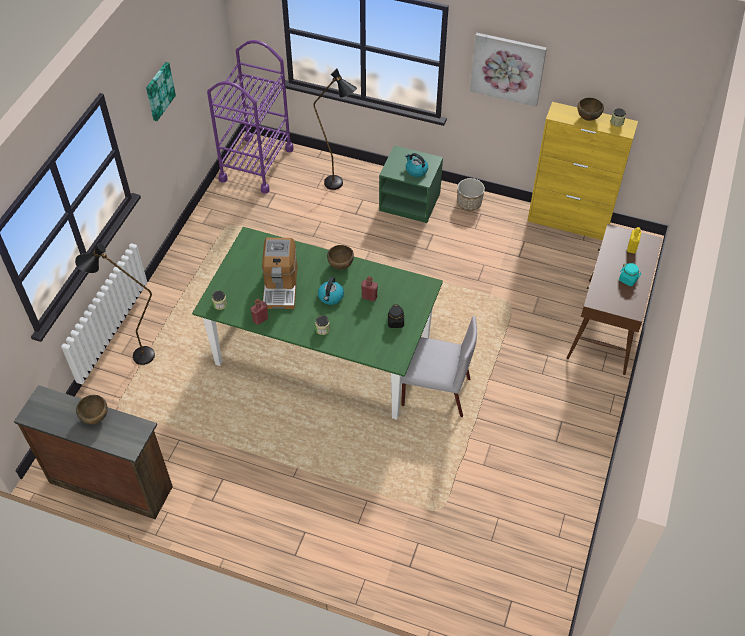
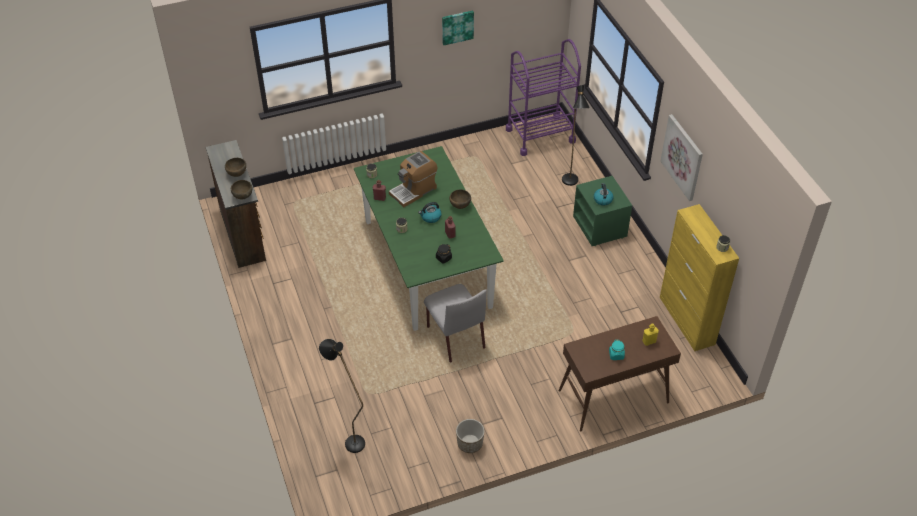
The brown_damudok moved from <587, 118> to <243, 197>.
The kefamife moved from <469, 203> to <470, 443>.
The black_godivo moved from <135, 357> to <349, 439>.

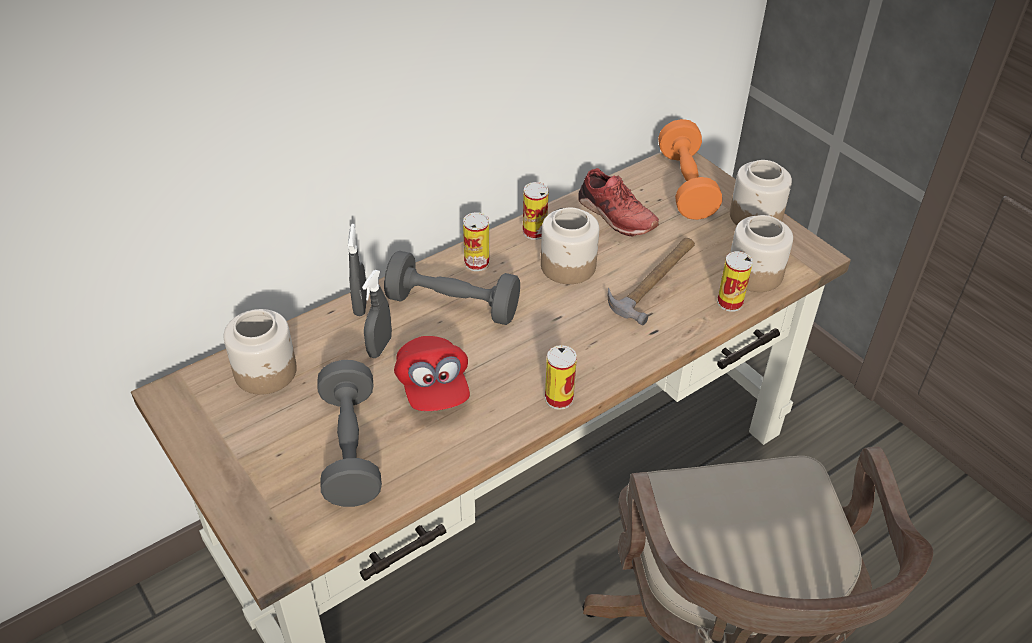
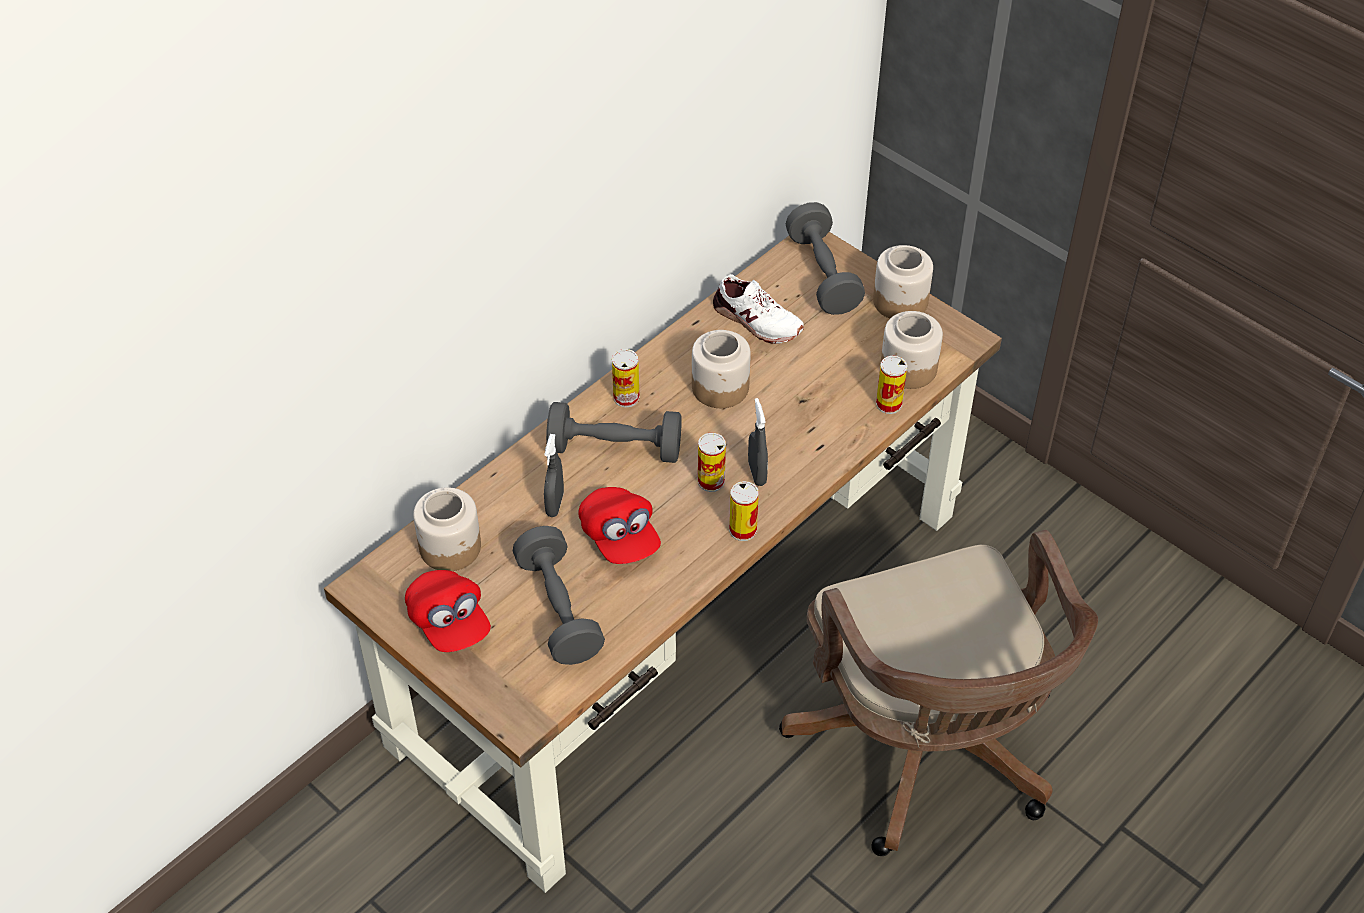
The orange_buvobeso at <686, 185> became the grey_buvobeso at <823, 274>.
The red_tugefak at <615, 215> became the white_tugefak at <756, 321>.
The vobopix moved from <534, 231> to <711, 481>.
The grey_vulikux moved from <360, 305> to <757, 473>.
The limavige at <655, 279> disappeared.
The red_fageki at <449, 623> appeared.

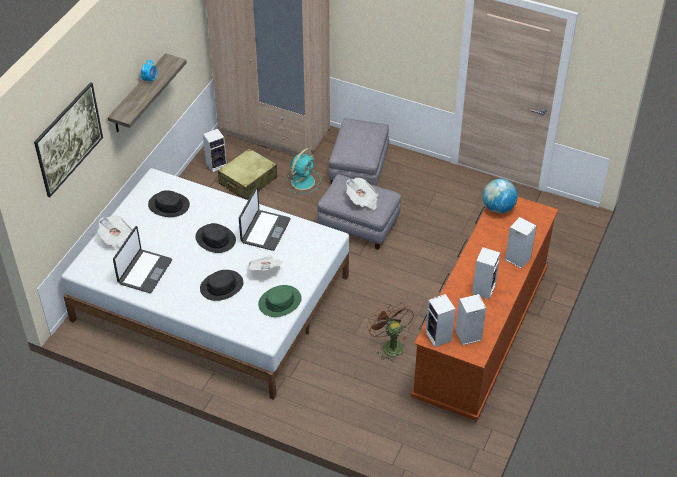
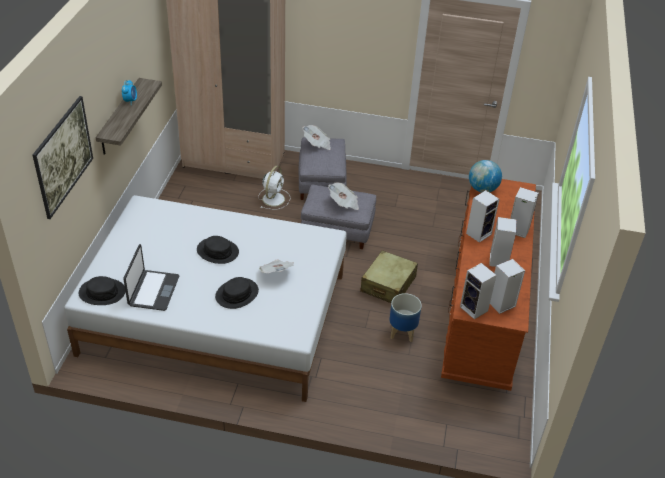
The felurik moved from <217, 164> to <479, 233>.
The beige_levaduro moved from <248, 181> to <388, 284>.
The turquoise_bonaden at <303, 181> became the white_bonaden at <274, 198>.
The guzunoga at <265, 231> disappeared.
The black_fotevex moved from <169, 205> to <102, 292>.
The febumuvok moved from <118, 239> to <317, 144>.
The green_fotevex at <279, 302> disappeared.
The brown_bonaden at <390, 345> was replaced by the kefamife at <402, 333>.

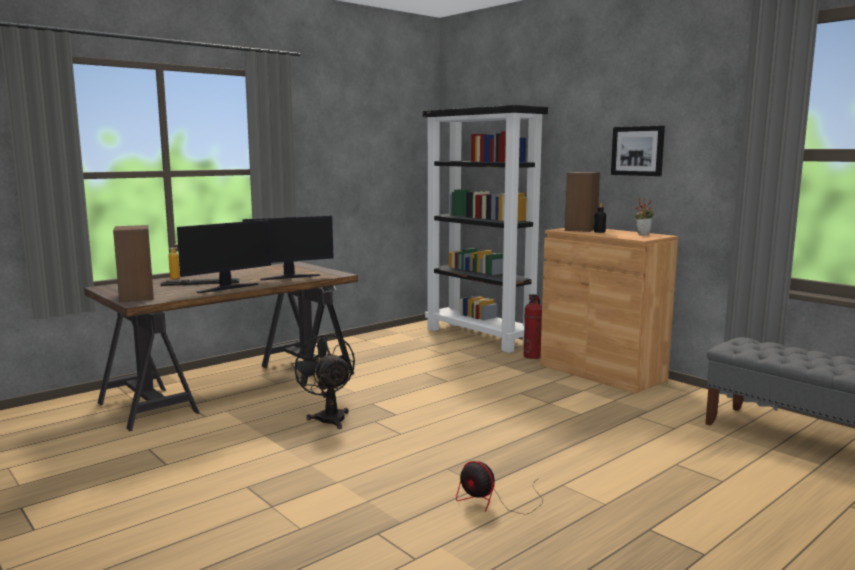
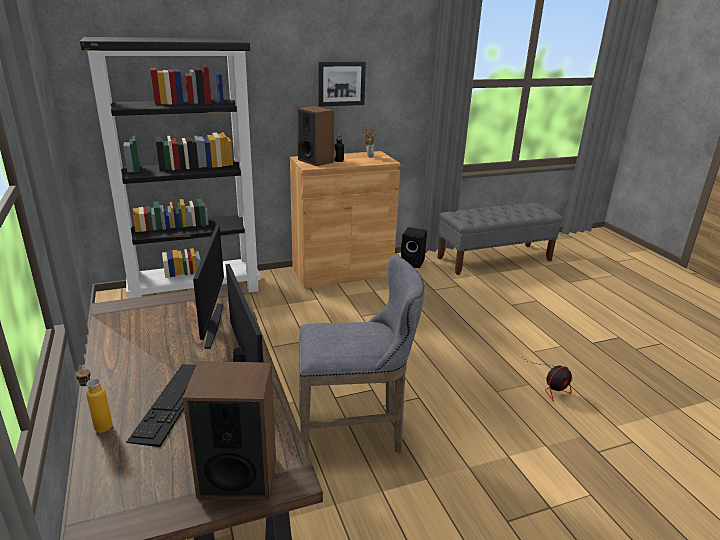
The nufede at <533, 356> disappeared.
The black_bonaden at <328, 417> was replaced by the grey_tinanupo at <355, 433>.
The black_felurik at <413, 262> appeared.

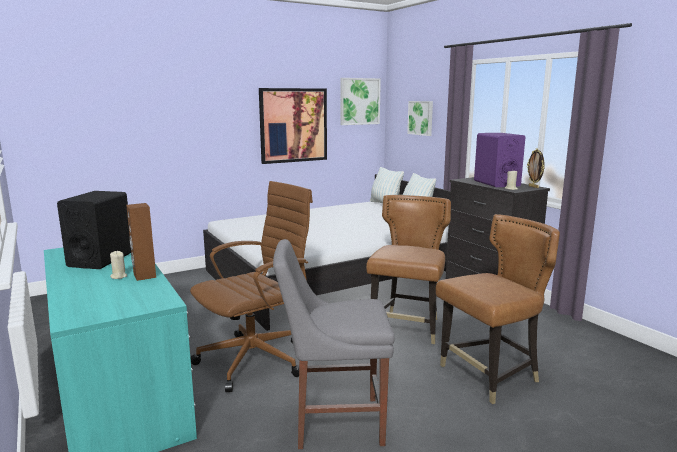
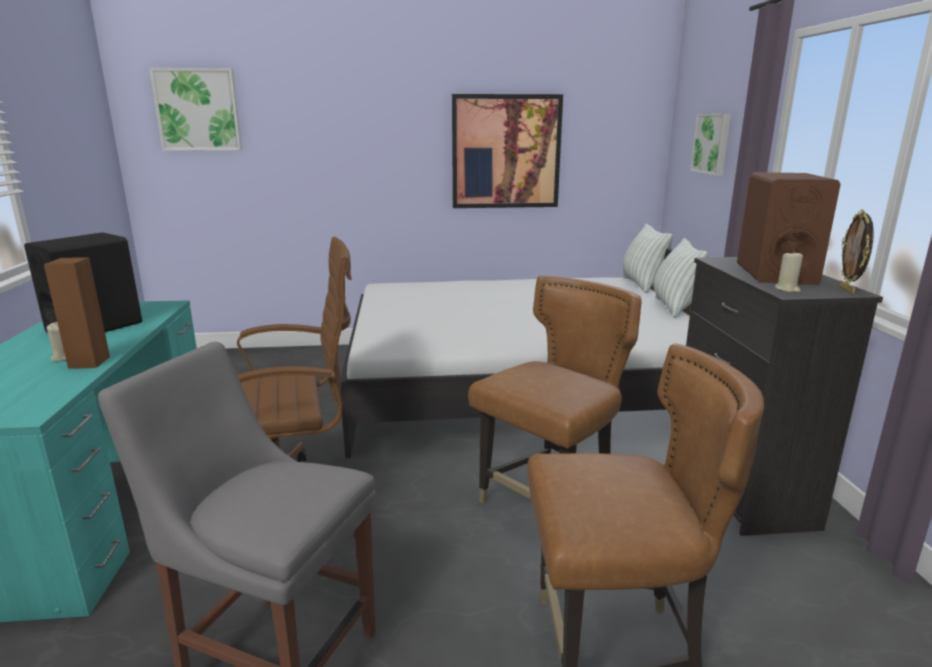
The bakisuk moved from <359, 101> to <198, 110>.
The purple_felurik at <496, 183> became the brown_felurik at <775, 274>.

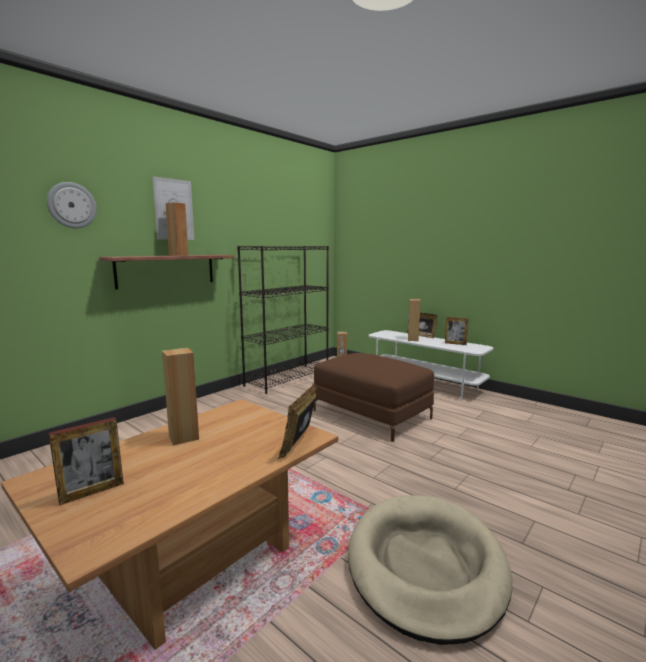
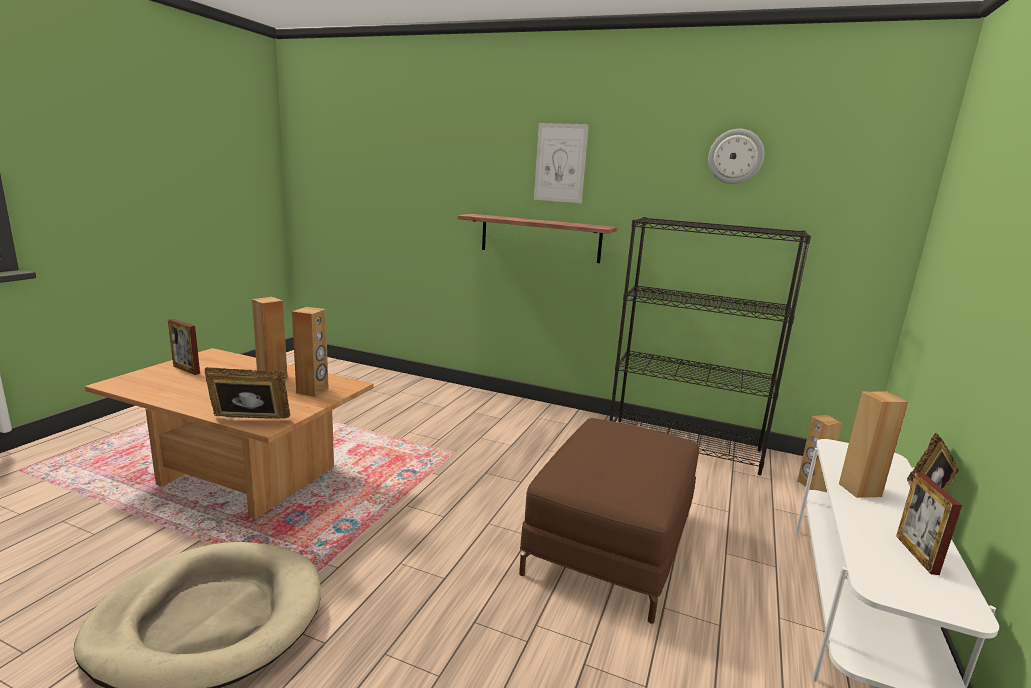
The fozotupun moved from <72, 205> to <735, 156>.
The brown_felurik moved from <179, 255> to <313, 391>.

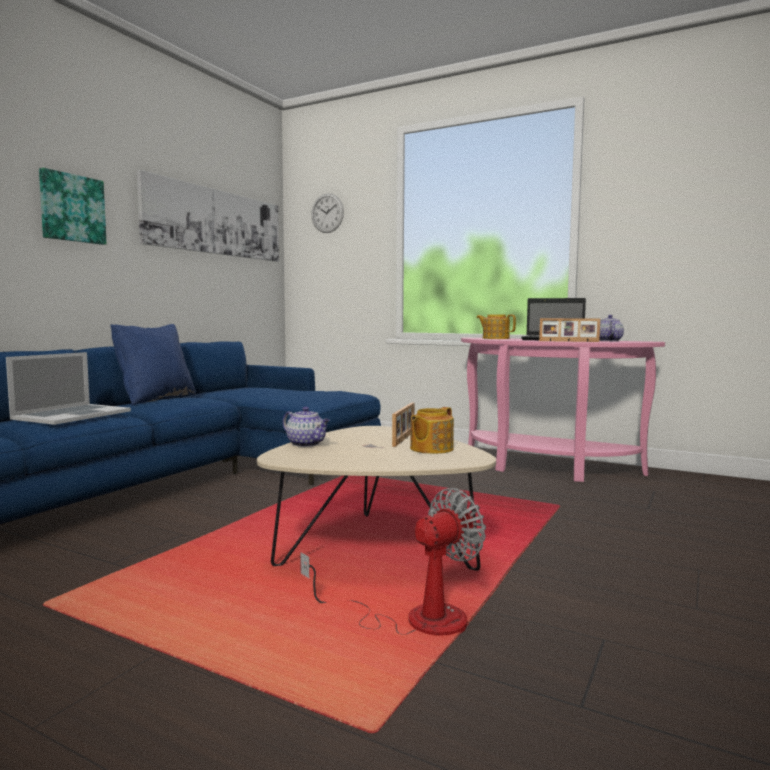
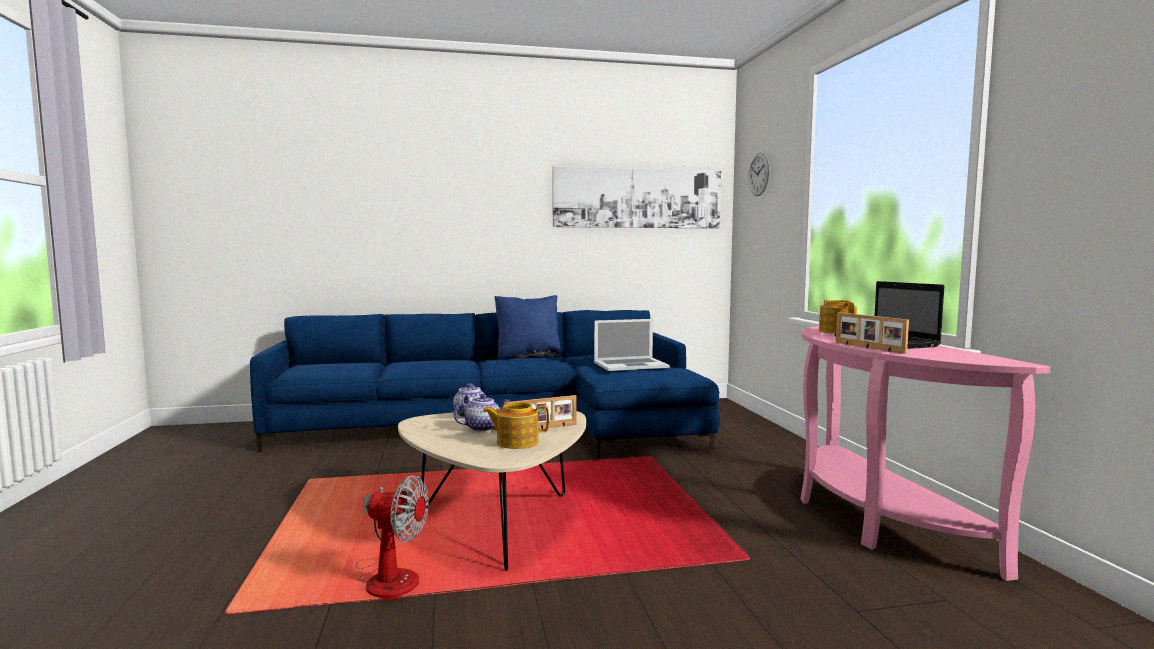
The bakisuk at <72, 208> disappeared.
The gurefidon moved from <608, 341> to <483, 428>.
The guzunoga moved from <72, 415> to <630, 365>.

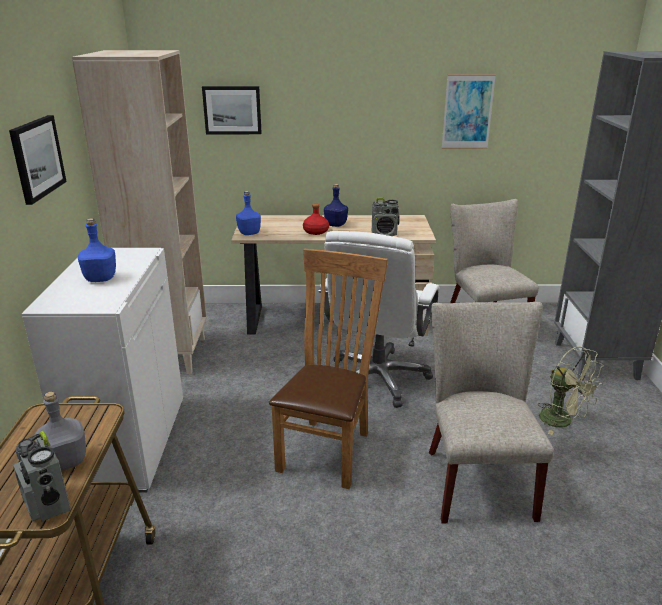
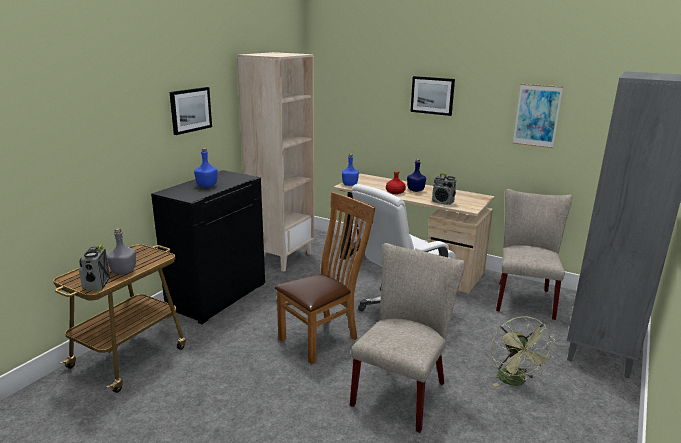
The bakisuk moved from <232, 110> to <432, 95>.
The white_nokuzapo at <129, 441> became the black_nokuzapo at <217, 296>.

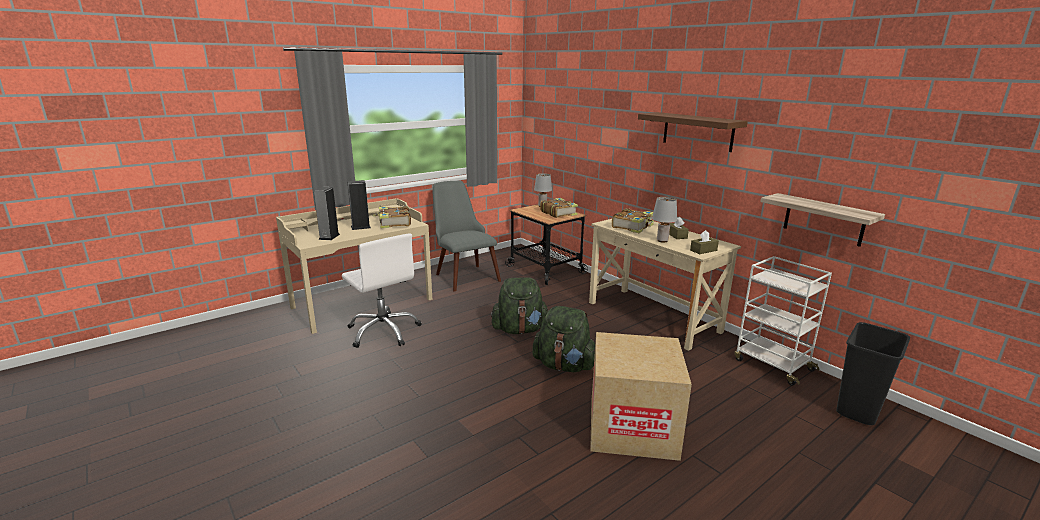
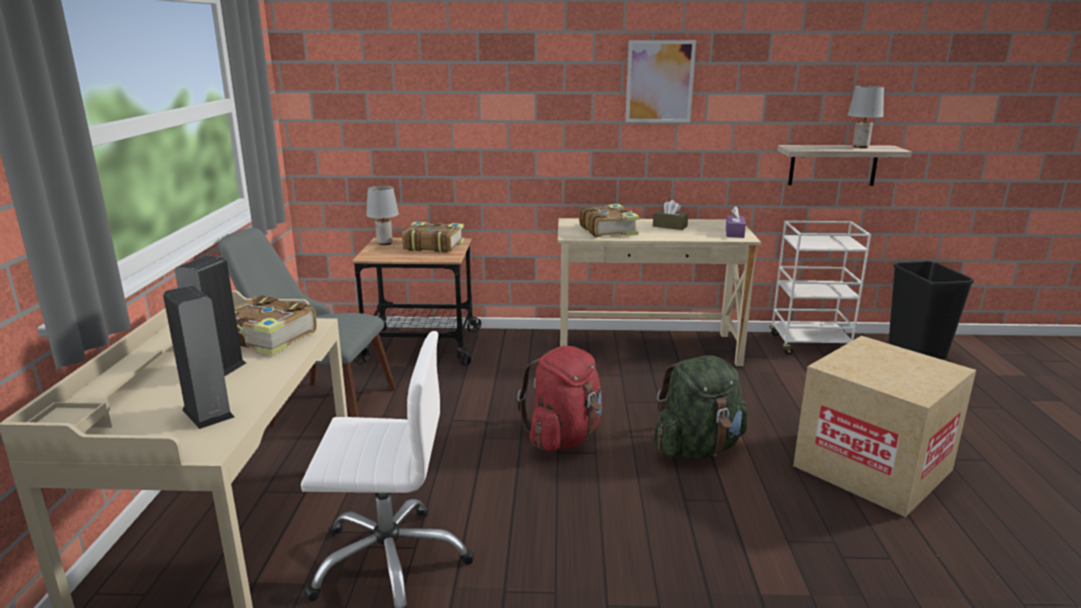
The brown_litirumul at <697, 131> was replaced by the bakisuk at <659, 82>.
The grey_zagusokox moved from <662, 241> to <861, 147>.
The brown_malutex at <703, 250> became the purple_malutex at <734, 233>.
The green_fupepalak at <520, 330> became the red_fupepalak at <564, 437>.

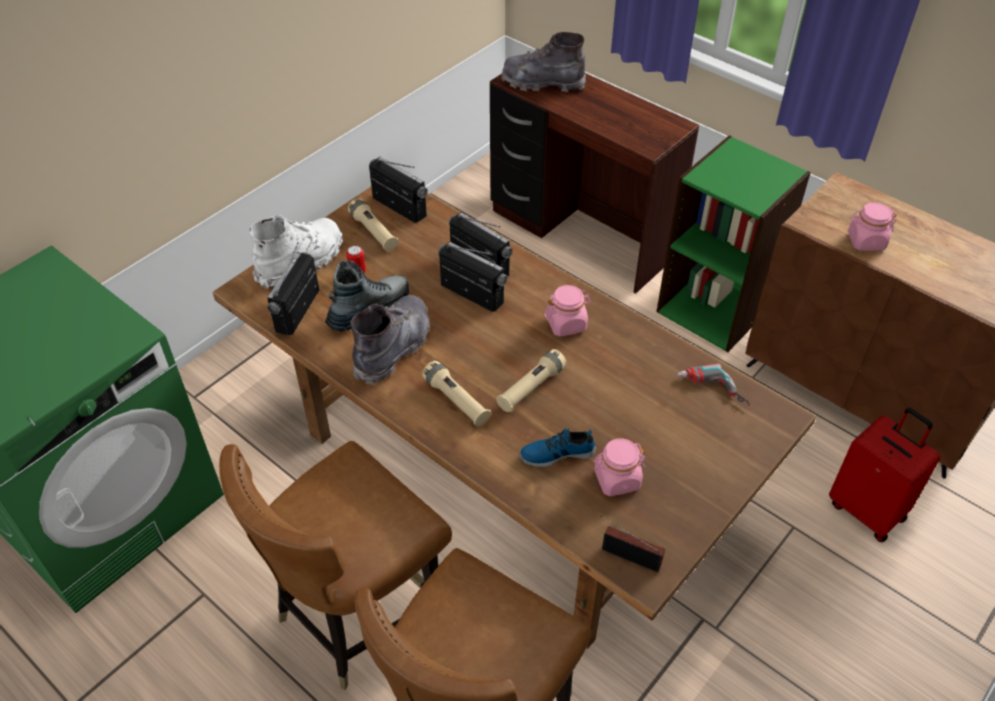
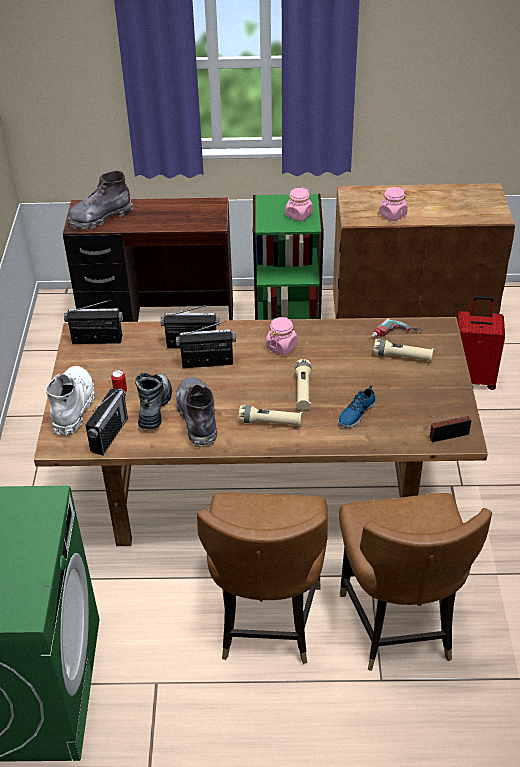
The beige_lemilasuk moved from <374, 232> to <402, 357>.
The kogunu at <298, 310> turned 135 degrees counterclockwise.
The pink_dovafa moved from <616, 479> to <299, 215>.

